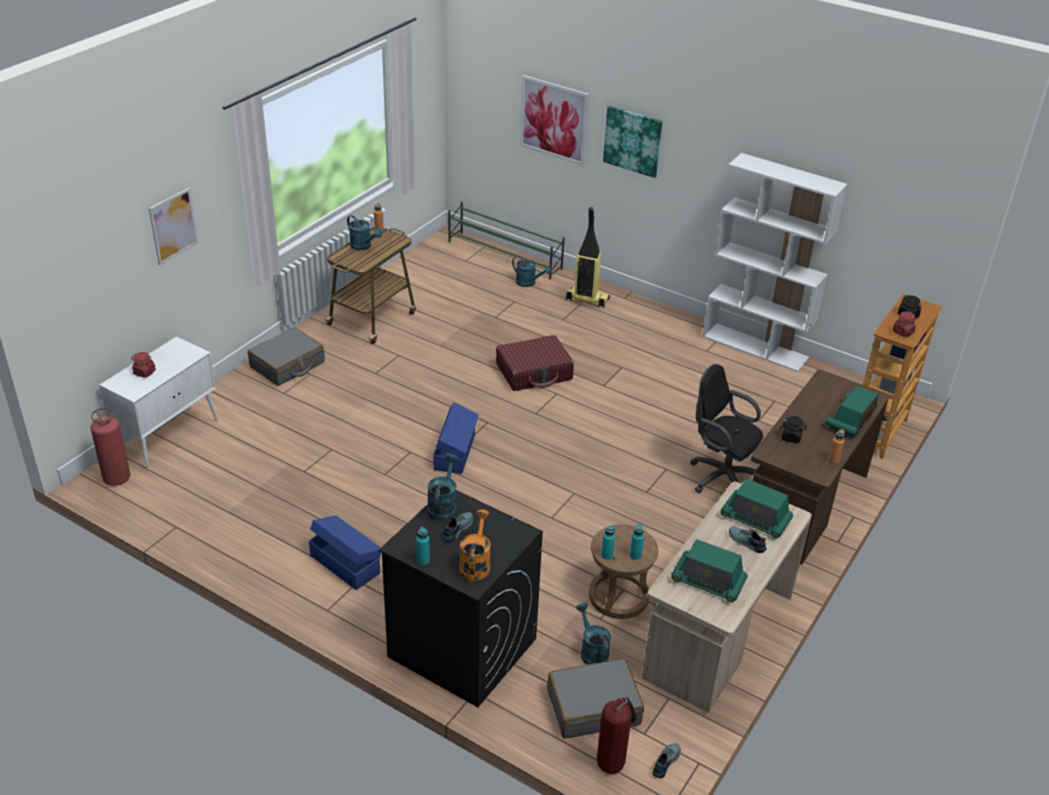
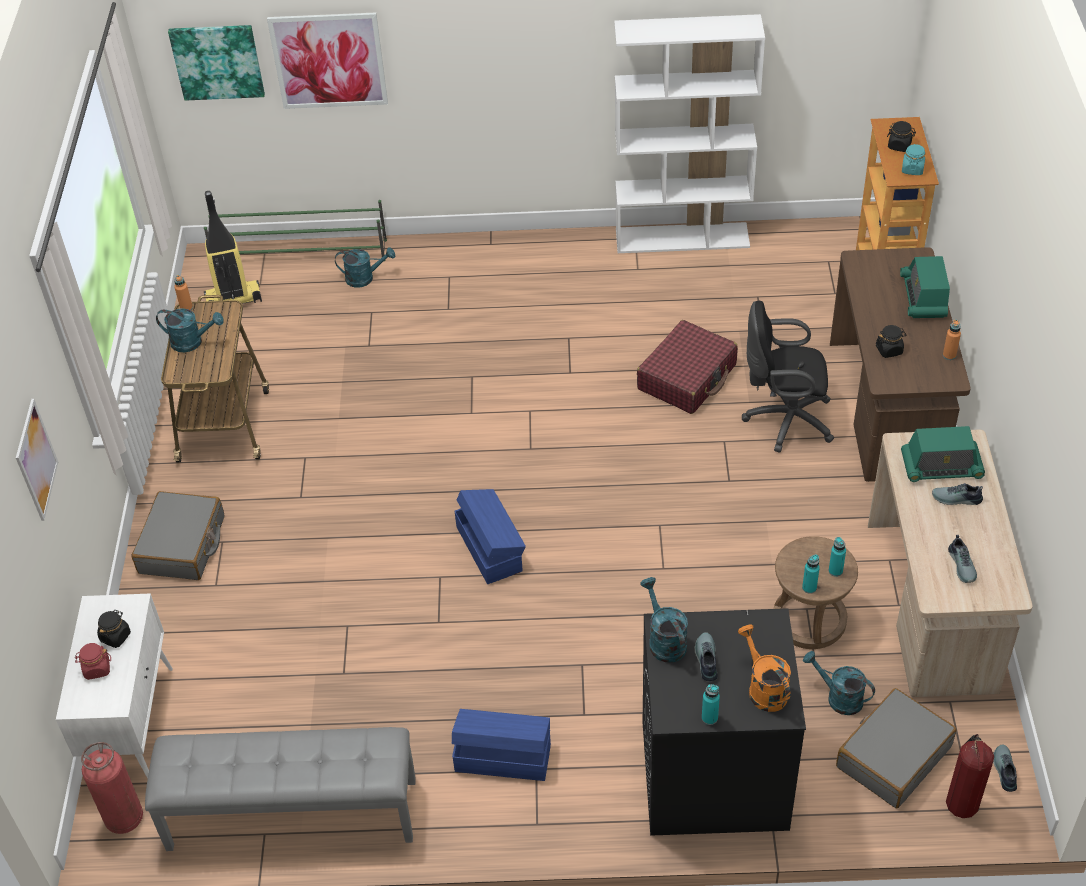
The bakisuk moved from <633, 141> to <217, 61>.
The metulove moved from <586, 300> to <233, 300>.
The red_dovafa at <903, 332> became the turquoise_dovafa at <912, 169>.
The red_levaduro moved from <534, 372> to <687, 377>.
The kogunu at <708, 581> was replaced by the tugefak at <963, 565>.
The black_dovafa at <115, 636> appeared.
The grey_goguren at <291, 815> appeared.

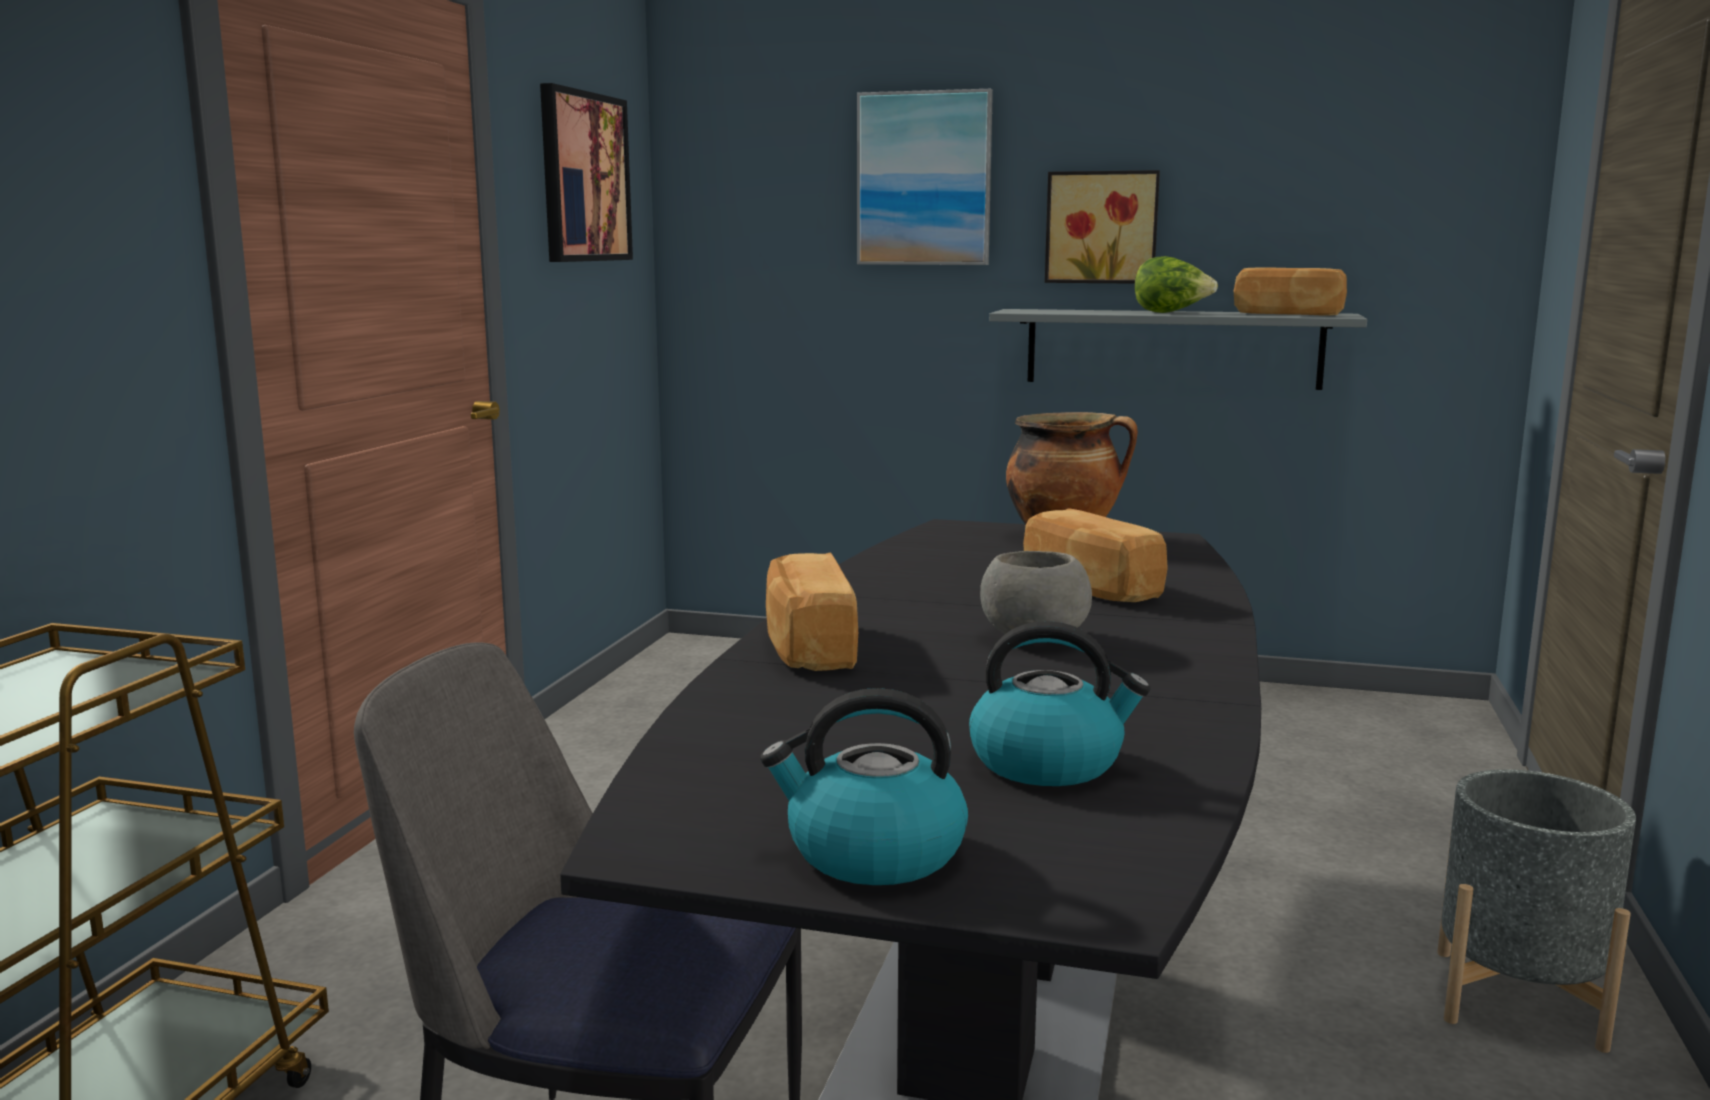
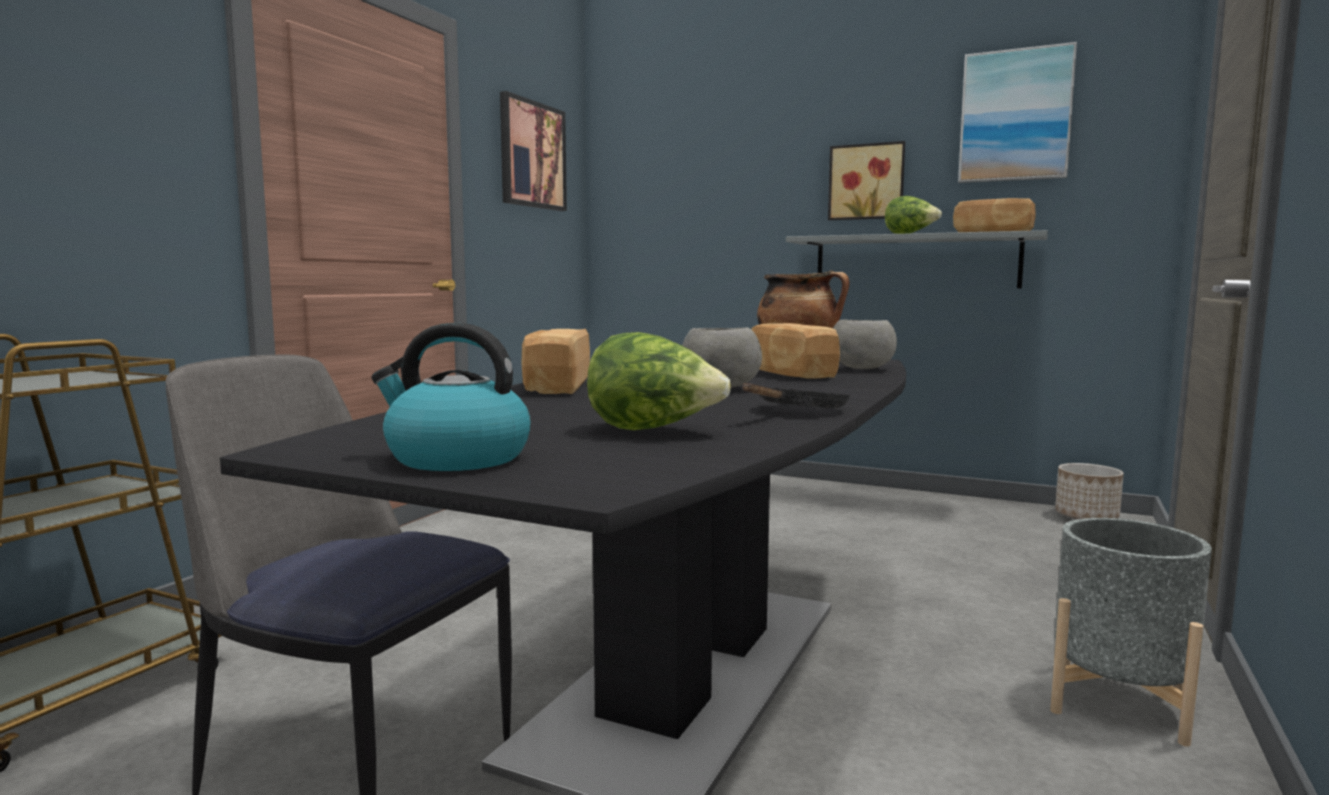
The bakisuk moved from <924, 179> to <1015, 116>.
The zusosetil at <1048, 762> was replaced by the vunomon at <653, 430>.
The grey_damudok at <861, 369> appeared.
The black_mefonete at <797, 411> appeared.
The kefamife at <1087, 517> appeared.

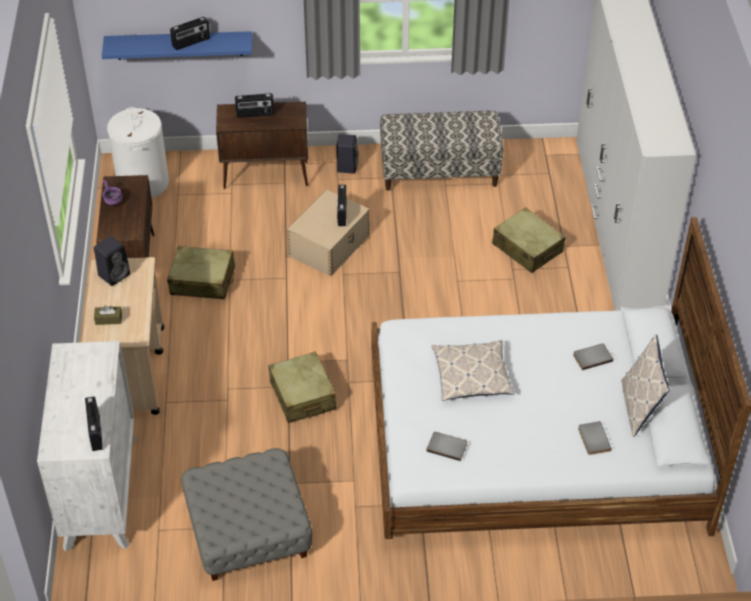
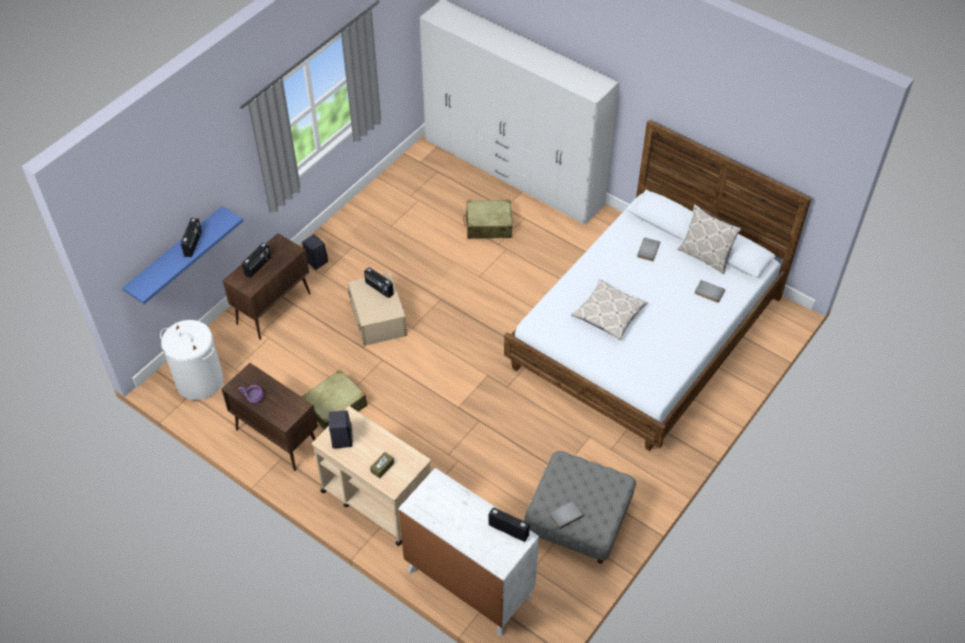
The goguren at <439, 172> disappeared.
The beige_levaduro at <302, 396> disappeared.
The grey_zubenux moved from <447, 446> to <565, 514>.

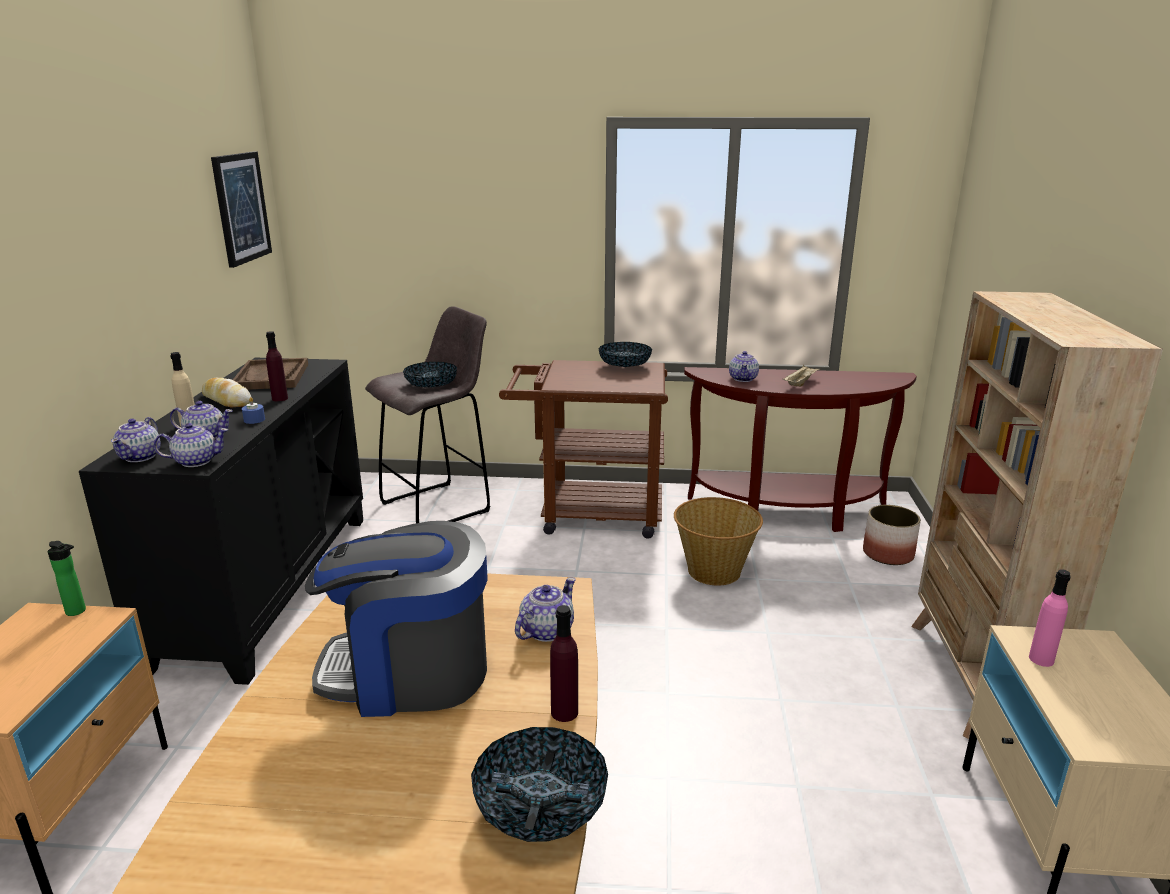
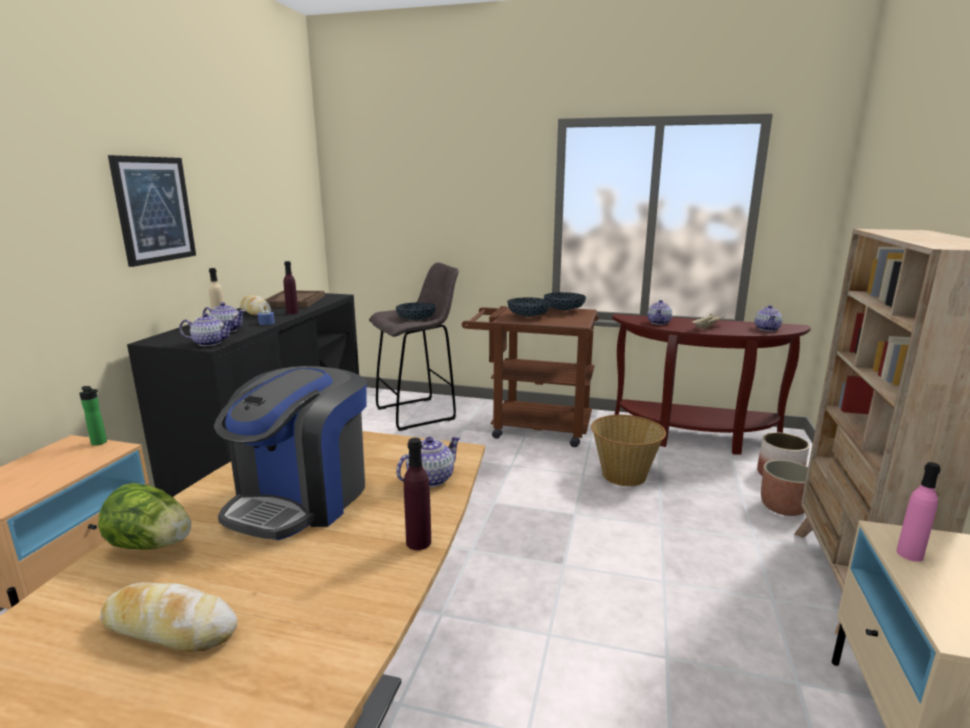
The bakisuk moved from <241, 208> to <154, 210>.
The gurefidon moved from <141, 456> to <767, 329>.
The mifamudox at <408, 672> turned 75 degrees counterclockwise.
The damudok moved from <540, 810> to <528, 317>.
The kefamife at <783, 507> appeared.
The vunomon at <153, 545> appeared.
The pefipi at <169, 628> appeared.

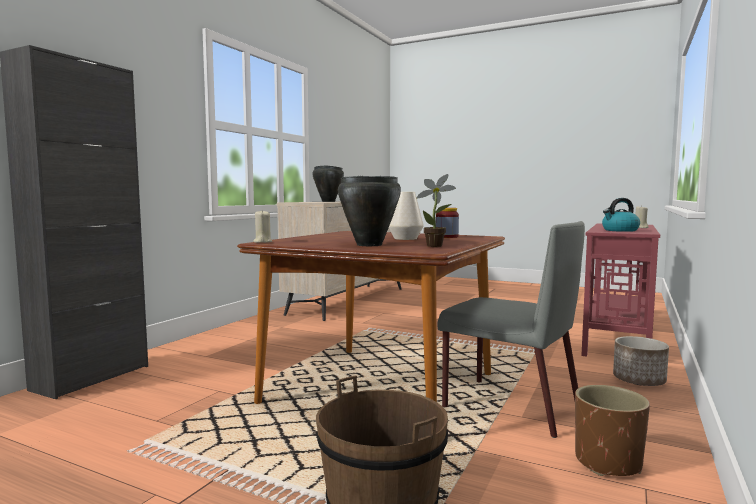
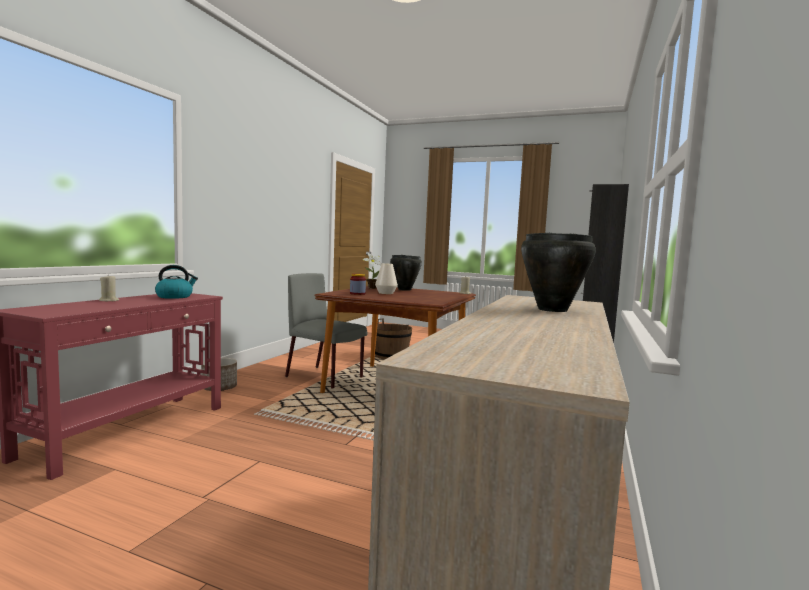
The brown_kefamife at <607, 463> disappeared.

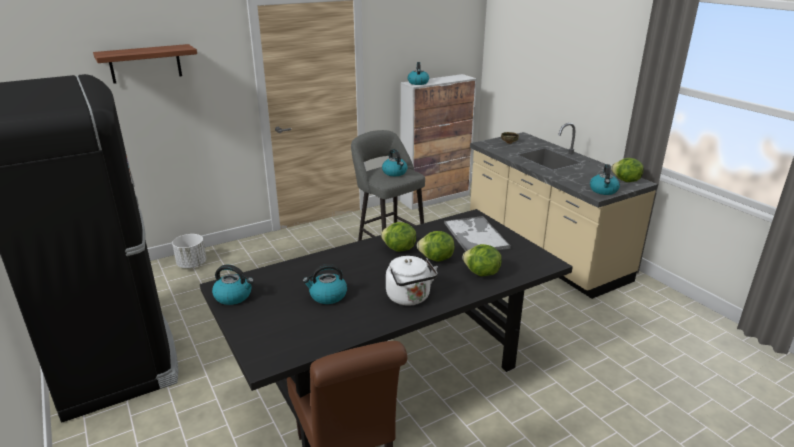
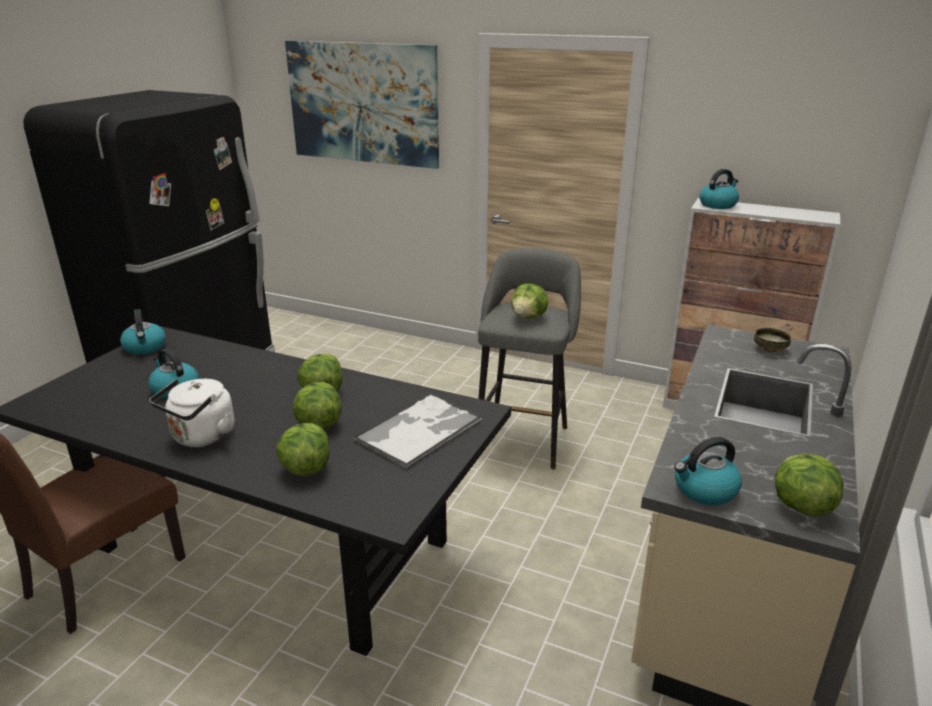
The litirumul at <145, 63> was replaced by the bakisuk at <363, 103>.
The zusosetil at <395, 173> was replaced by the vunomon at <529, 317>.
The white_kefamife at <192, 264> disappeared.

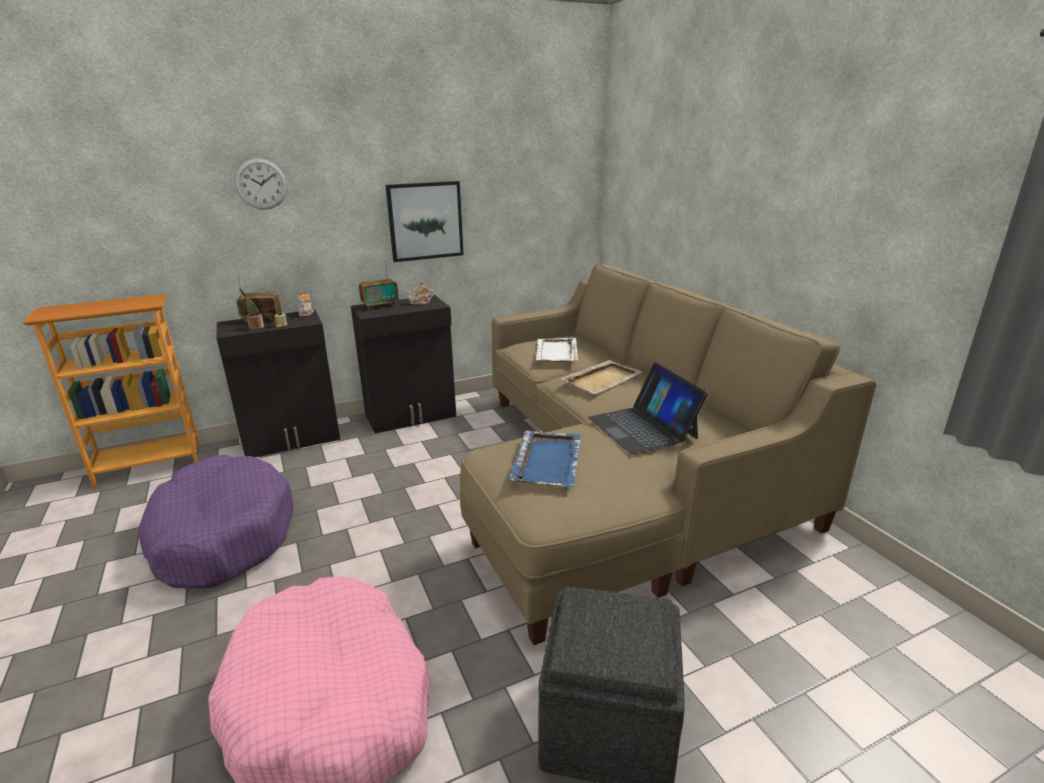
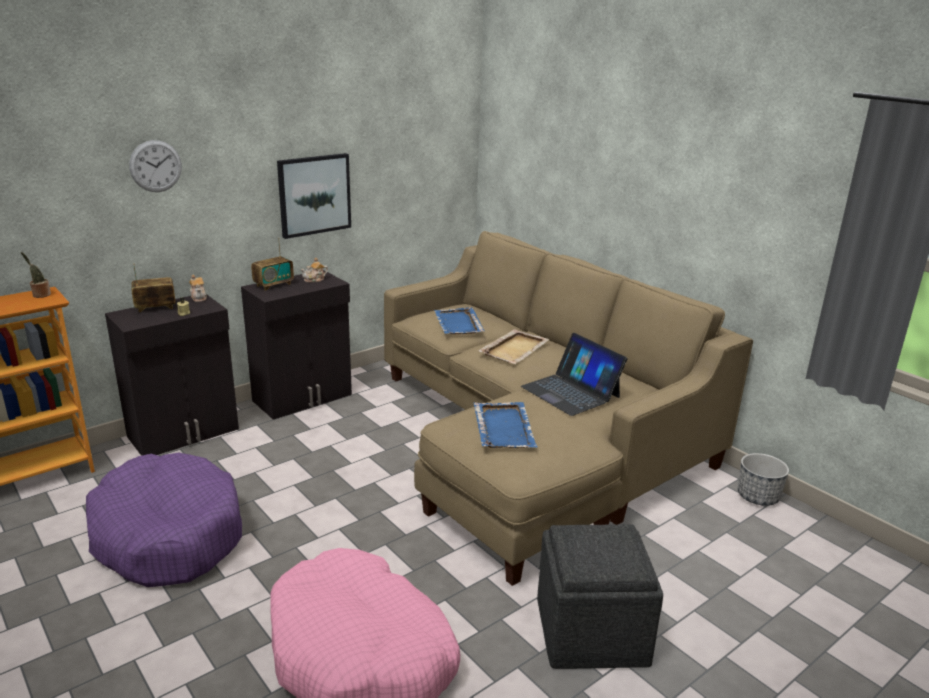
The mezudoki moved from <255, 327> to <40, 295>.
The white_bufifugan at <556, 352> became the blue_bufifugan at <458, 323>.
The kefamife at <758, 497> appeared.

